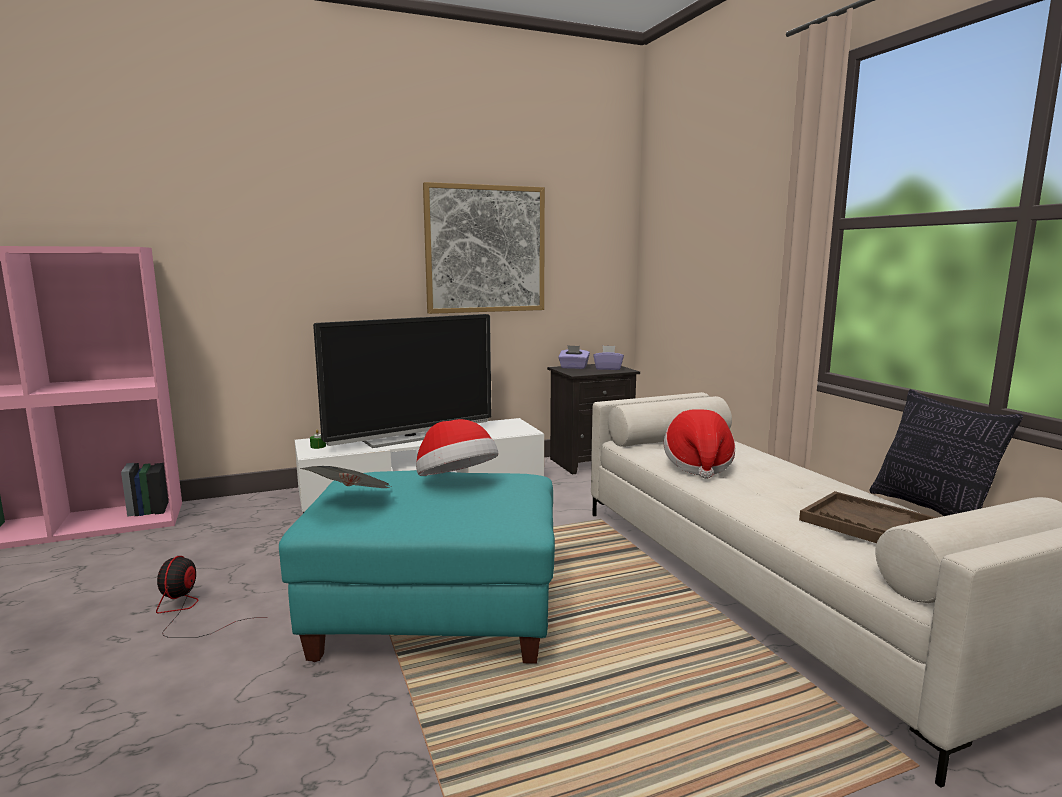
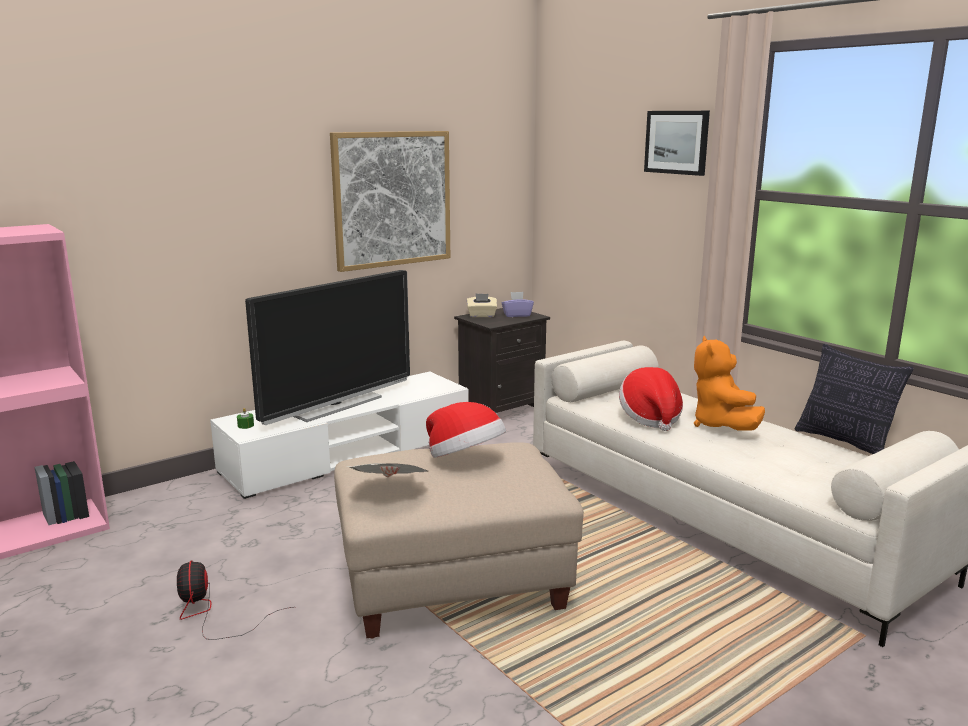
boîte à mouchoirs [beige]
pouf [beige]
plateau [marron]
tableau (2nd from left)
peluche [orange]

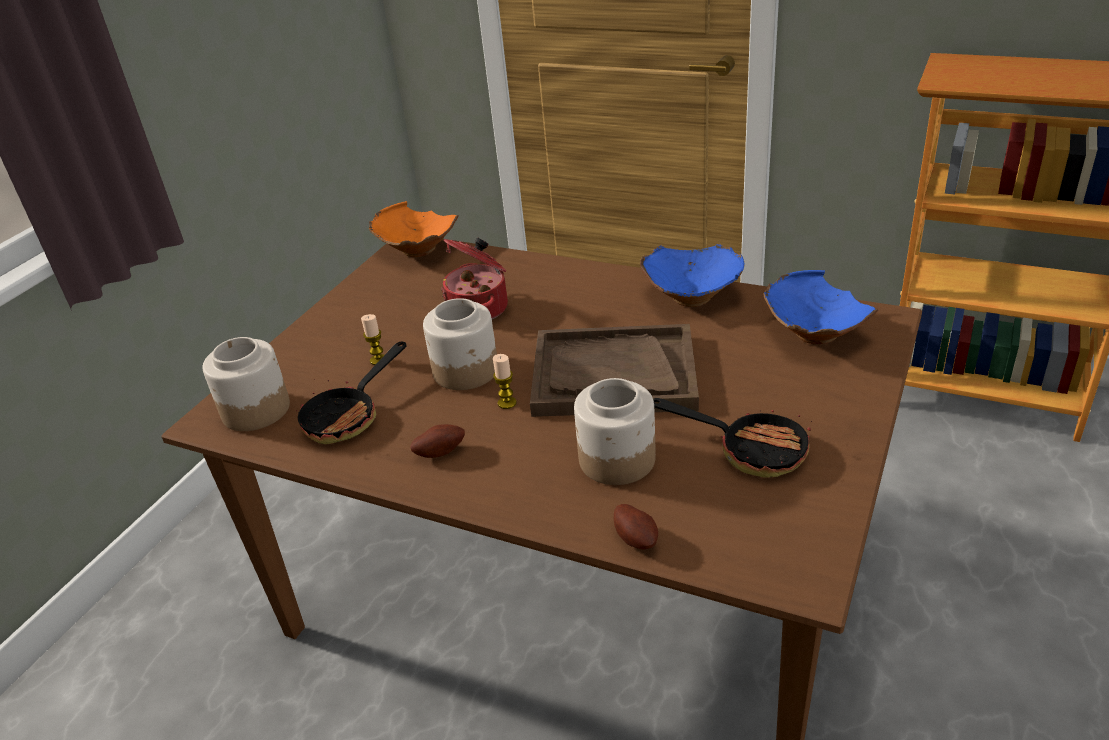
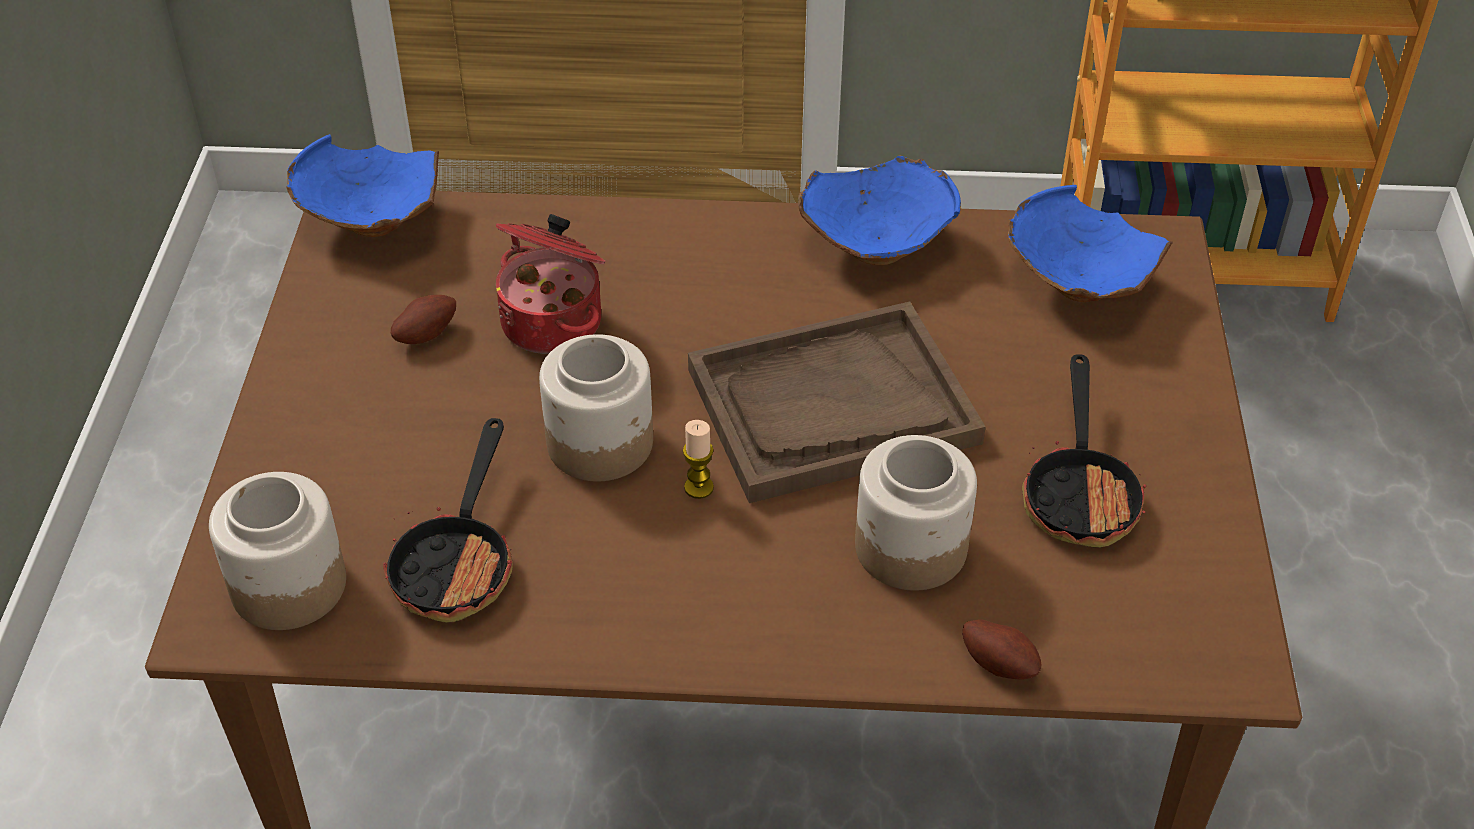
bol [bleu] (1st from left)
bougie (1st from left in the first image)
poêle (2nd from left)
pomme de terre (1st from left)

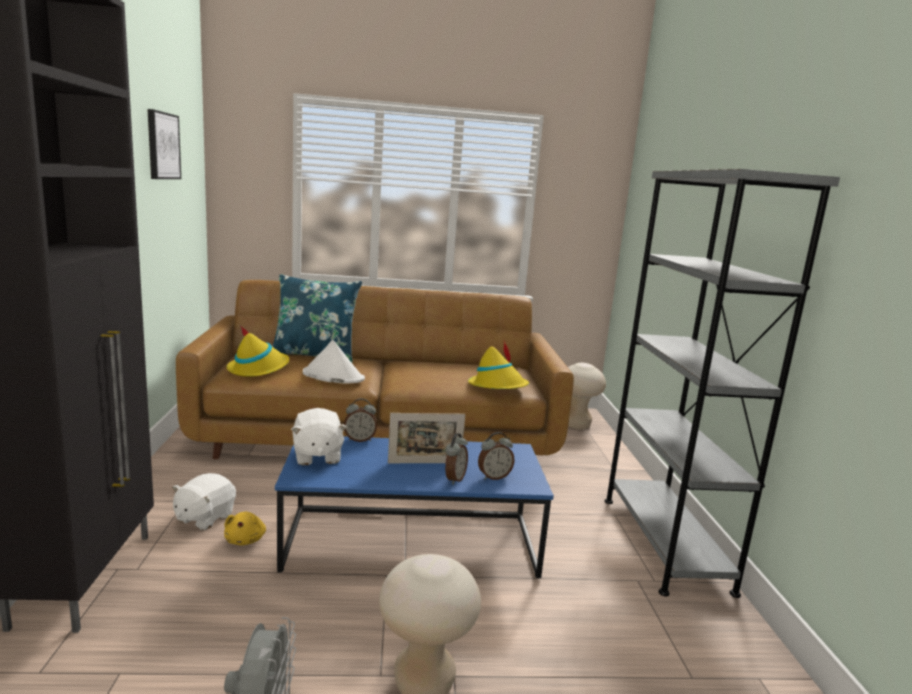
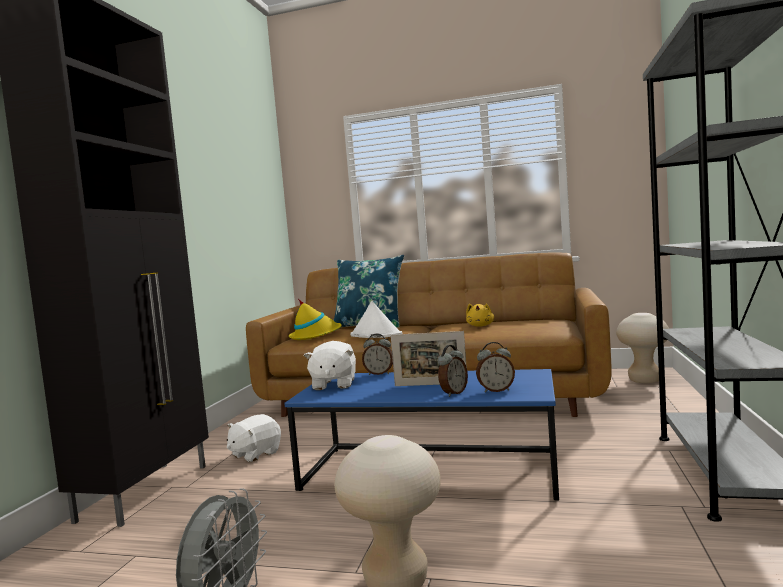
tableau
chapeau [jaune] (2nd from left in the first image)
peluche [jaune]

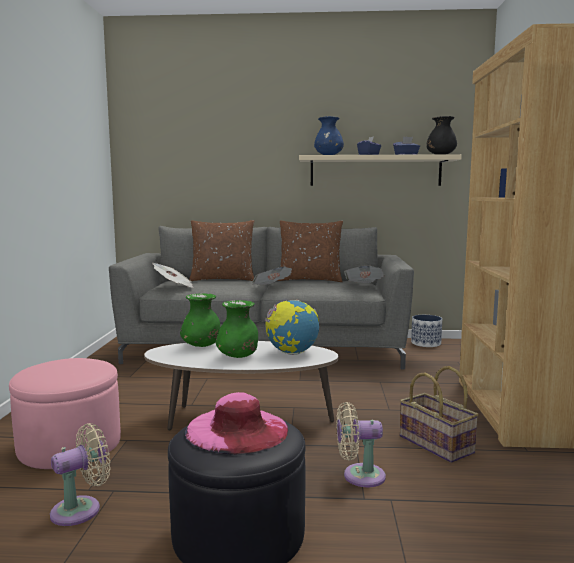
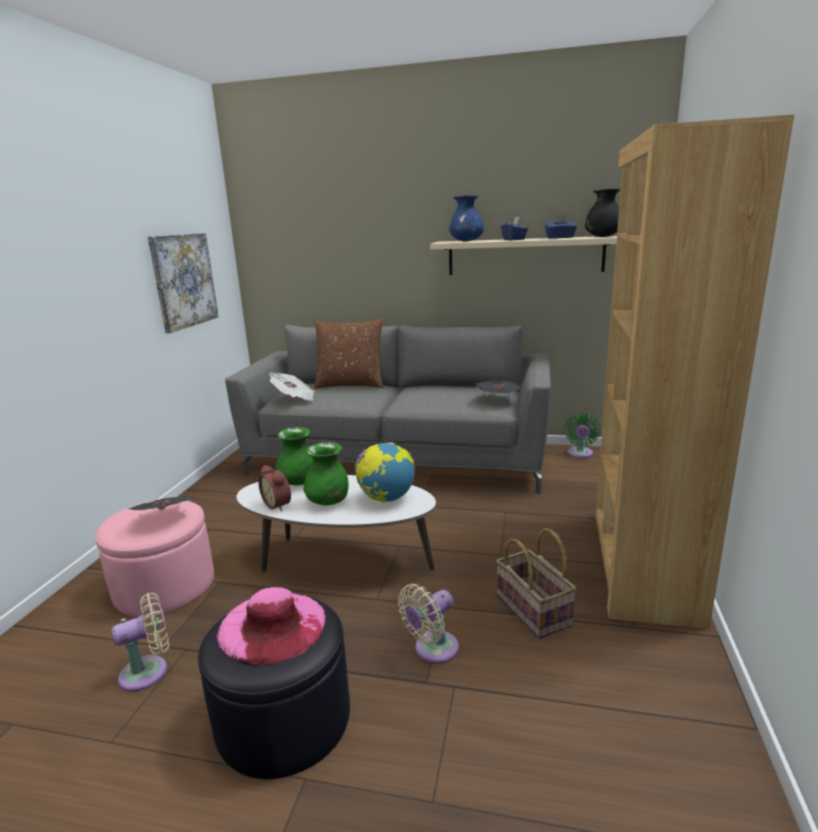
coussin [marron] (2nd from left in the first image)
journal (1st from left)
ventilateur [vert]
ventilateur [beige] (2nd from left)
tableau
réveil

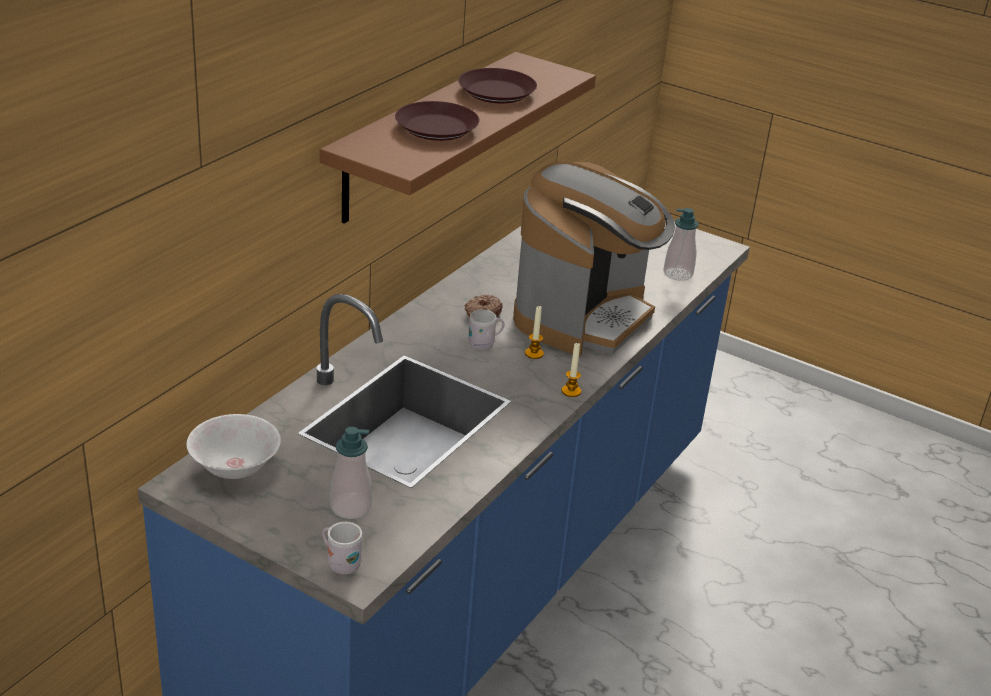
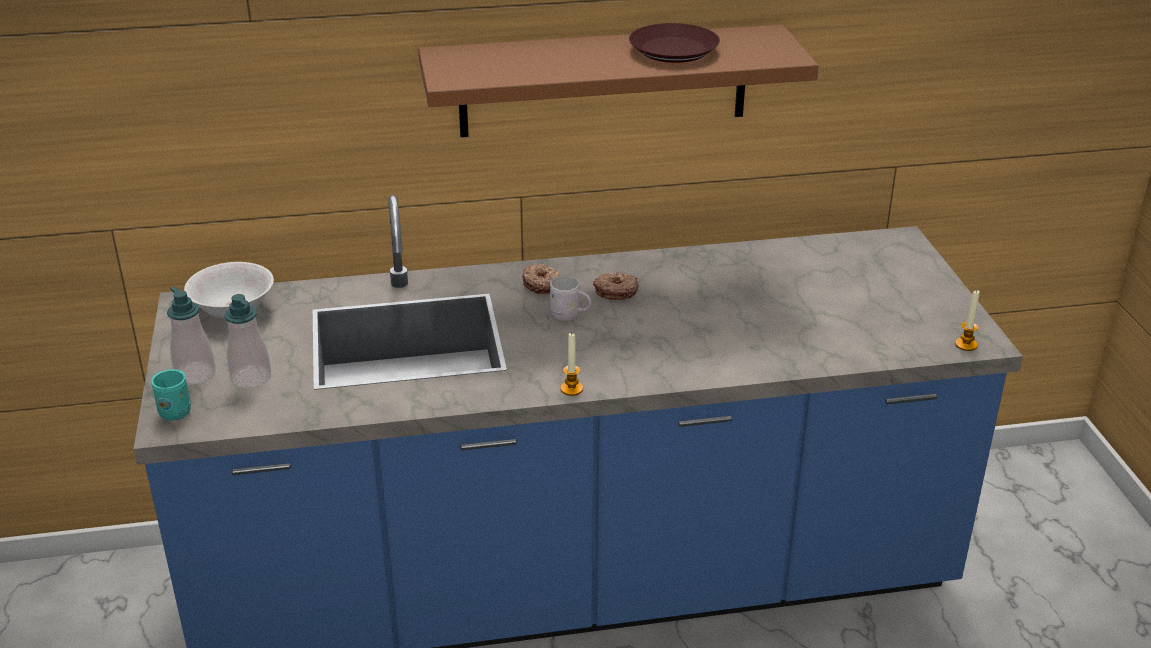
assiette [marron] (1st from left in the first image)
machine à café
distributeur de savon (1st from left)
bougie (2nd from left)
mug [turquoise]
beignet (1st from left)

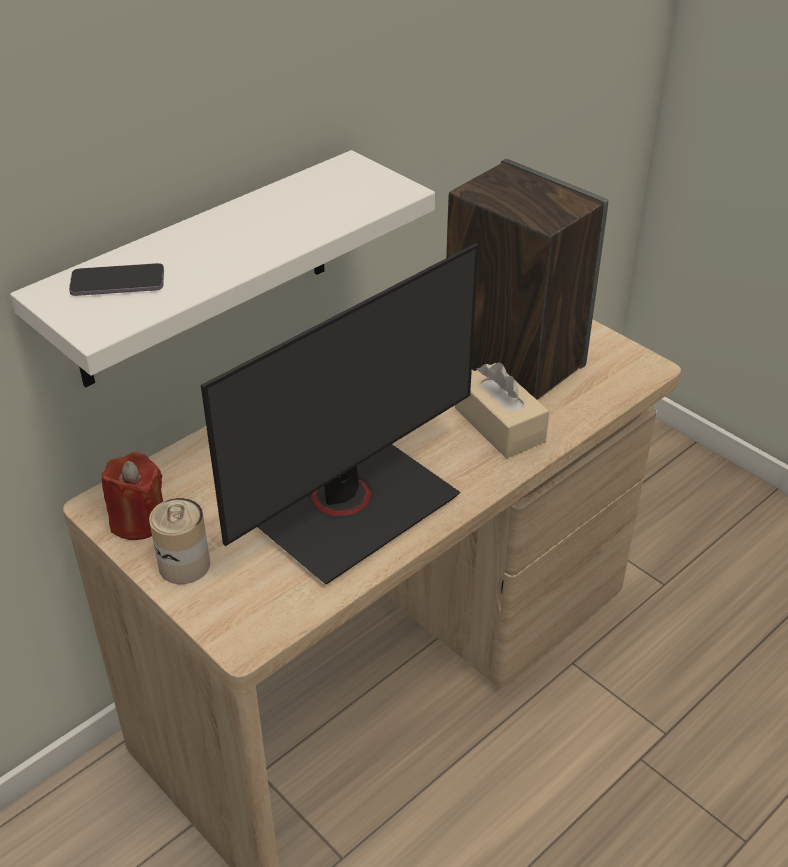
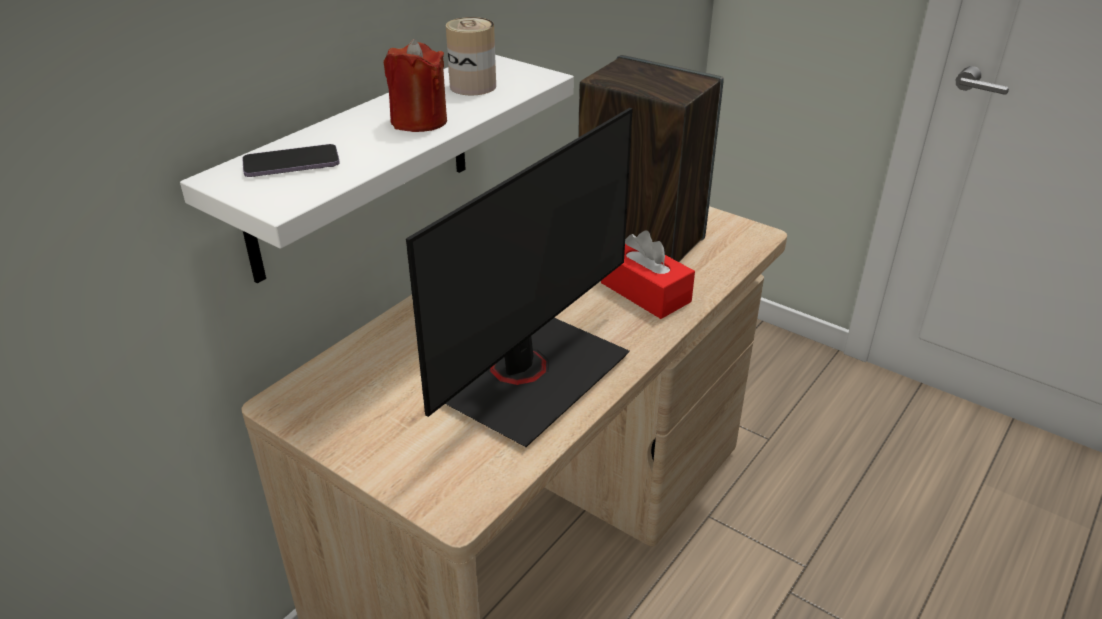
boîte à mouchoirs [rouge]
bougie [rouge]
boîte métallique

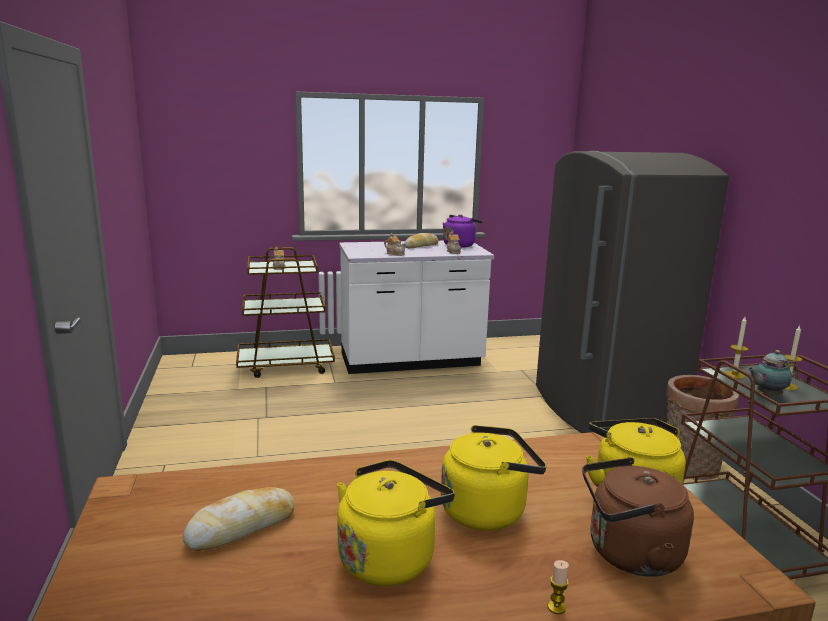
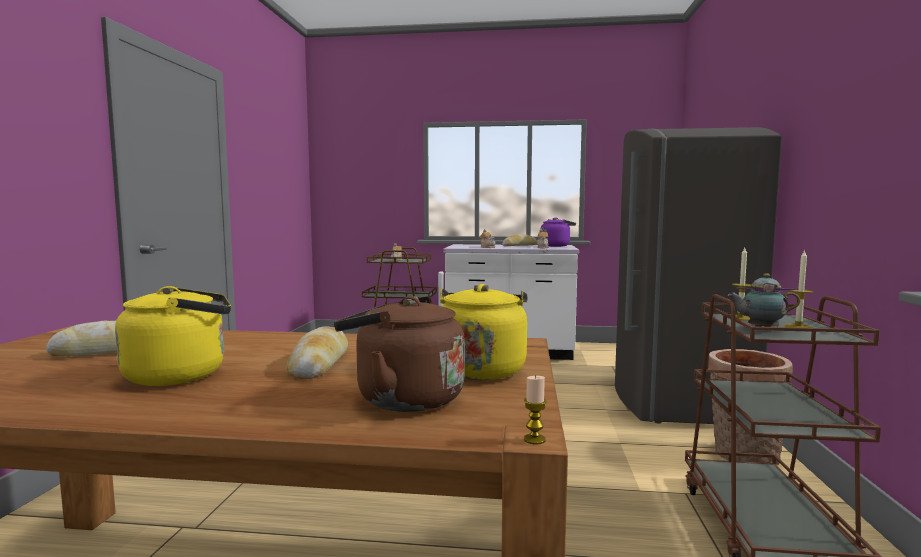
pain (2nd from left)
bougie (1st from left)

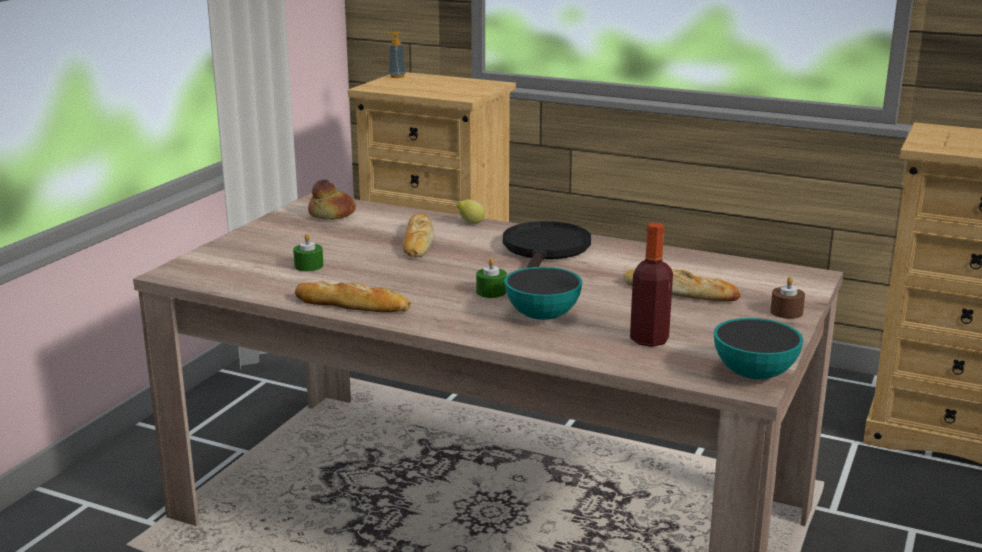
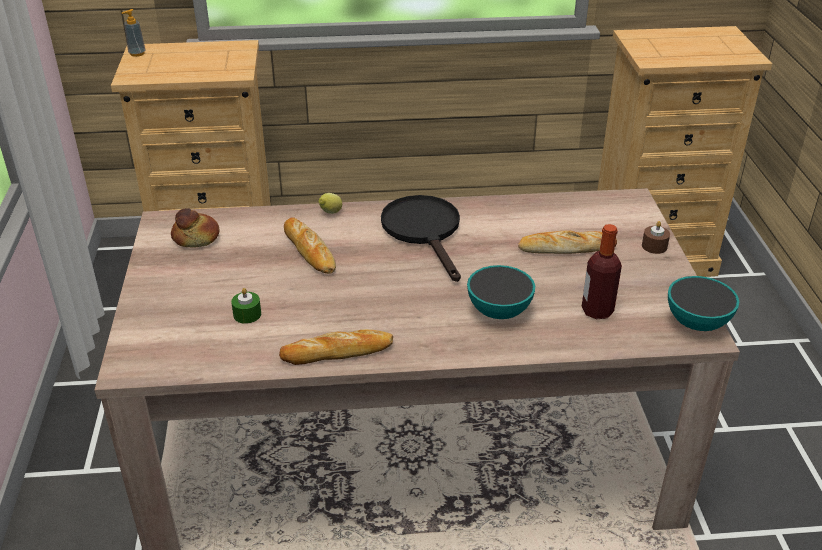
bougie [vert] (2nd from left in the first image)

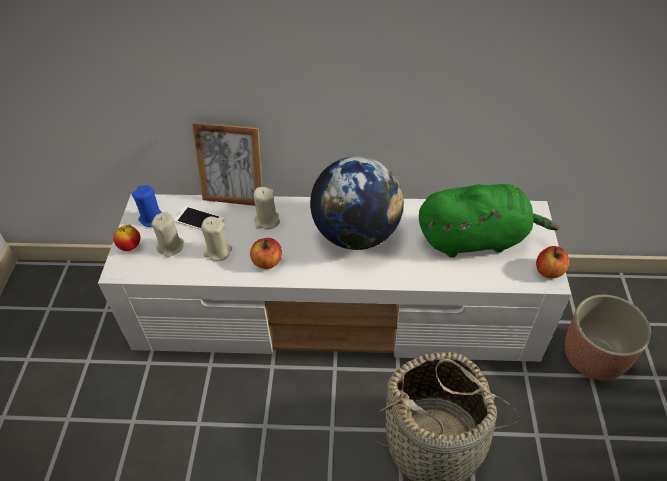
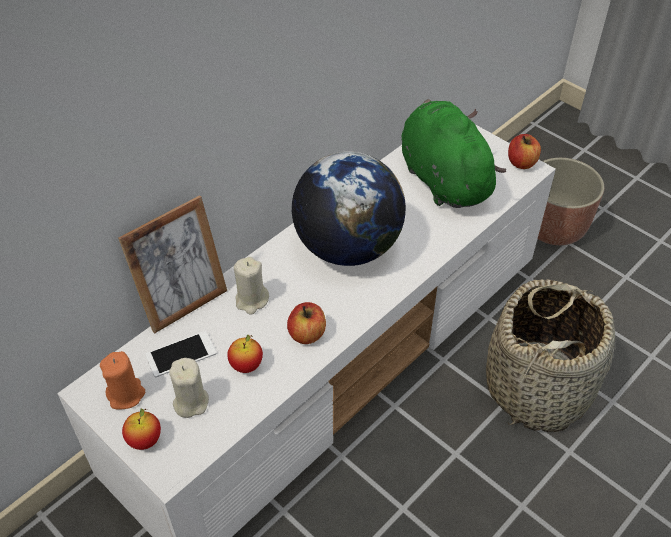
peluche [vert]
bougie [orange]
pomme (2nd from left)

